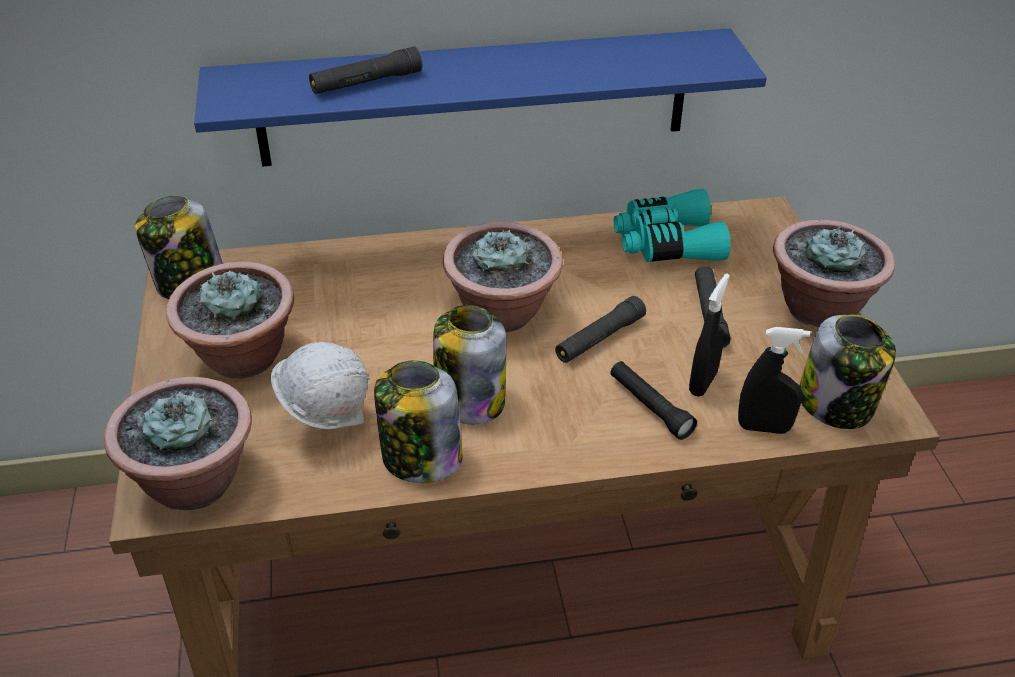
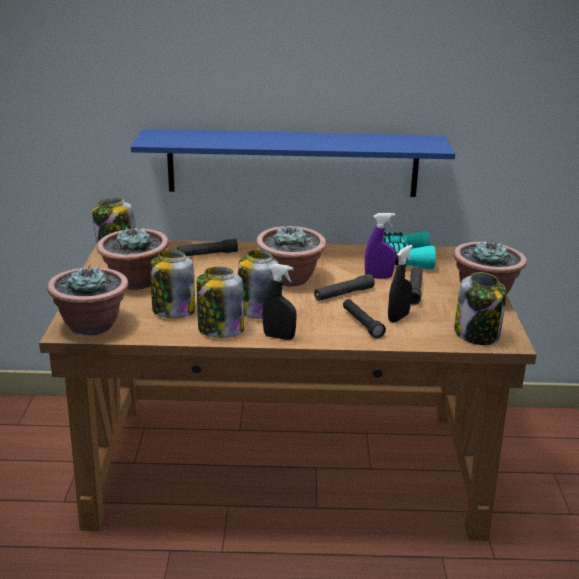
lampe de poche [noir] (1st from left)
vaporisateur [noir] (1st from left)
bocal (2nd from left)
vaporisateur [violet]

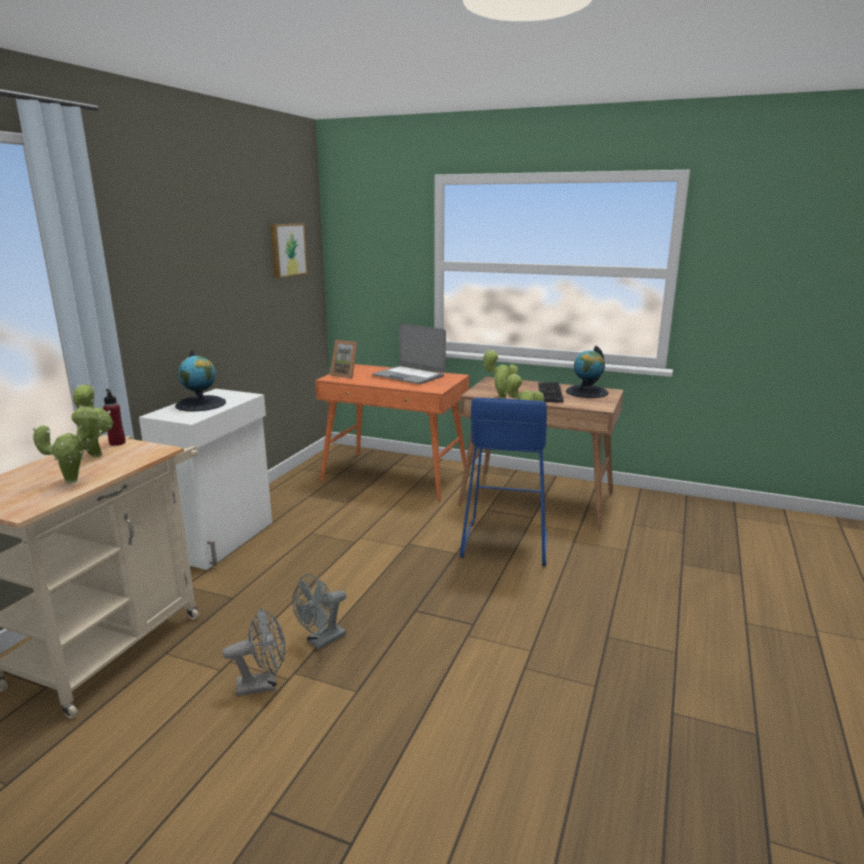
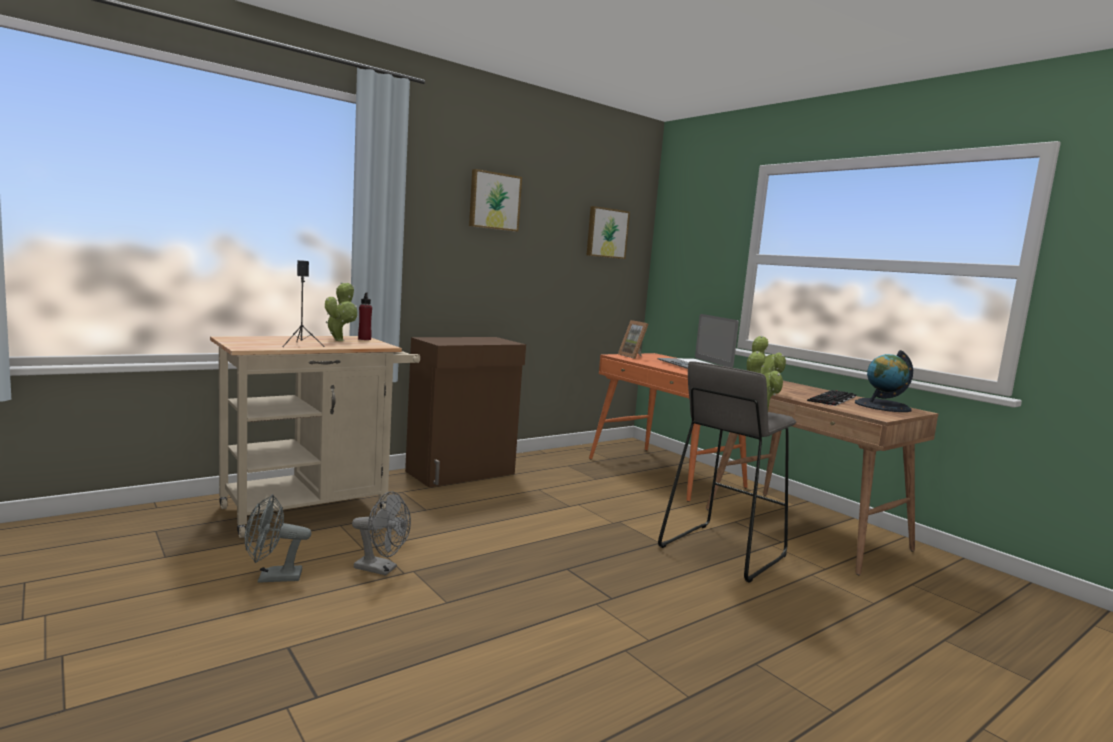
globe (1st from left in the first image)
meuble de rangement [marron]
tabouret [gris]
enceinte [noir]
ventilateur [gris] (1st from left)
tableau (1st from left)

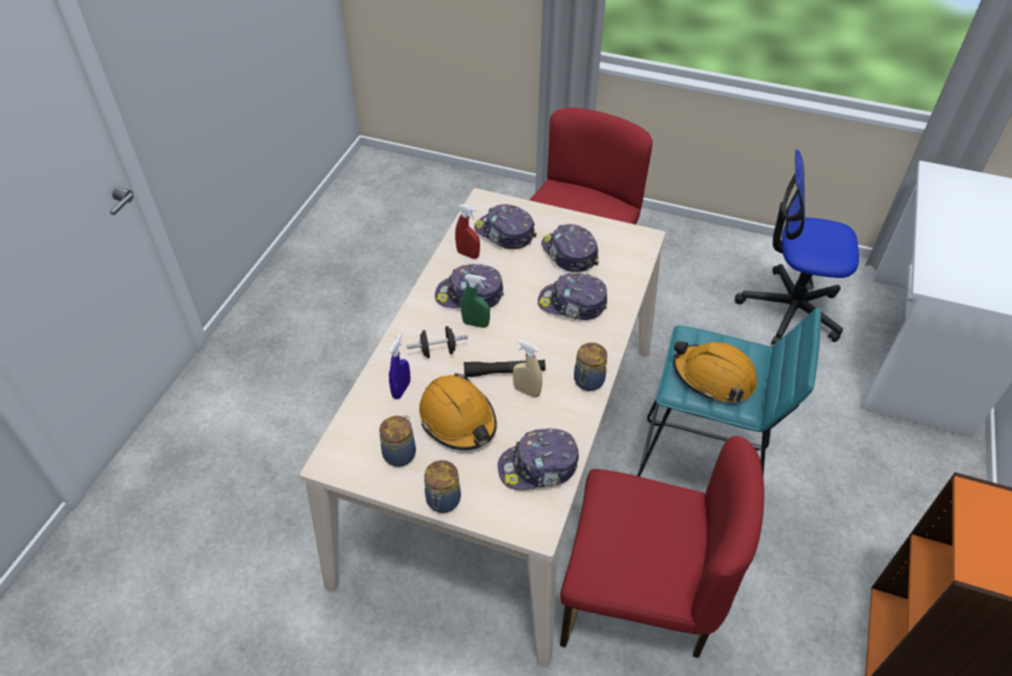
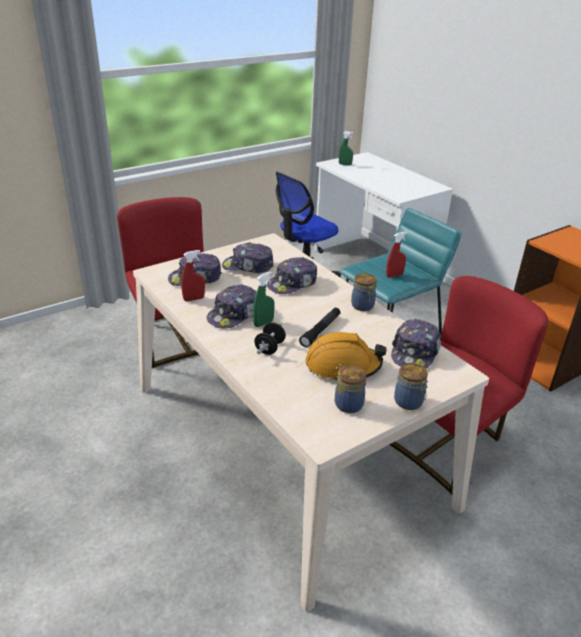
vaporisateur [bleu]
vaporisateur [beige]
vaporisateur [rouge] (2nd from left)
vaporisateur [vert] (2nd from left)

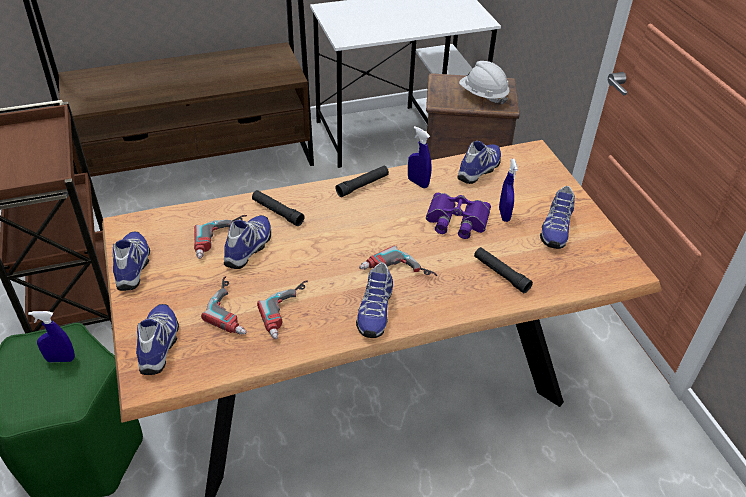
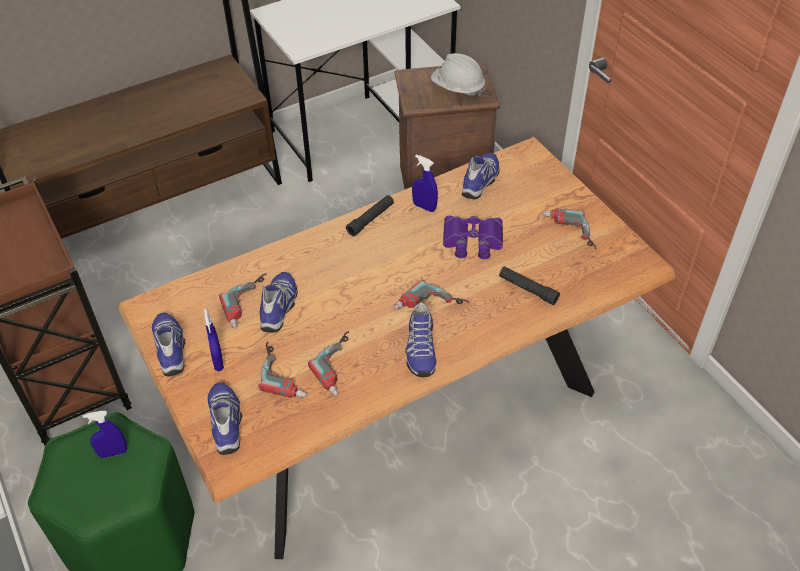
vaporisateur [bleu] (2nd from left)
perceuse (5th from left)
lampe de poche [noir] (1st from left in the first image)

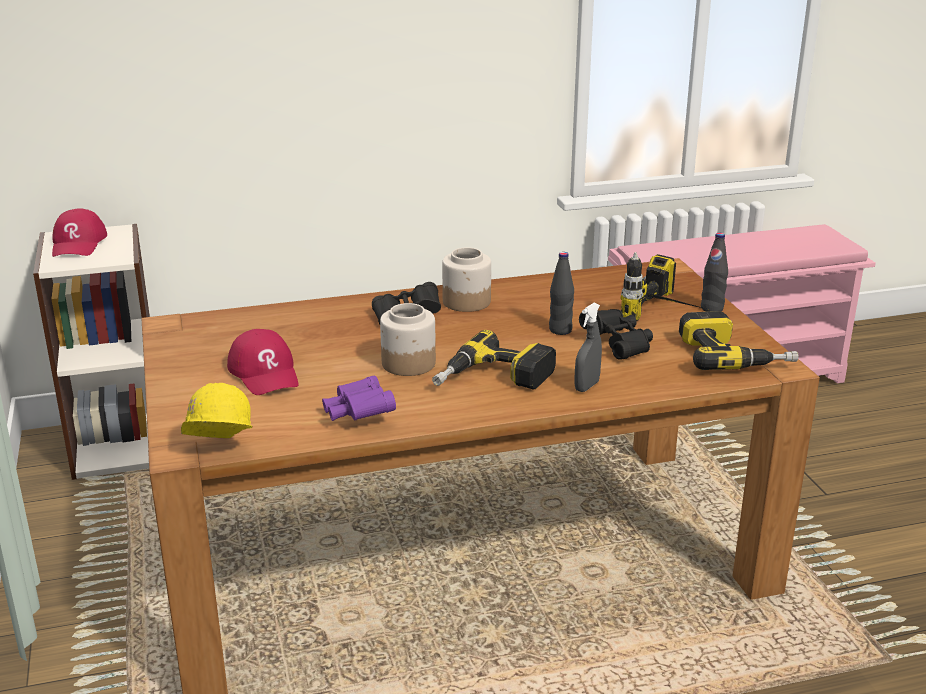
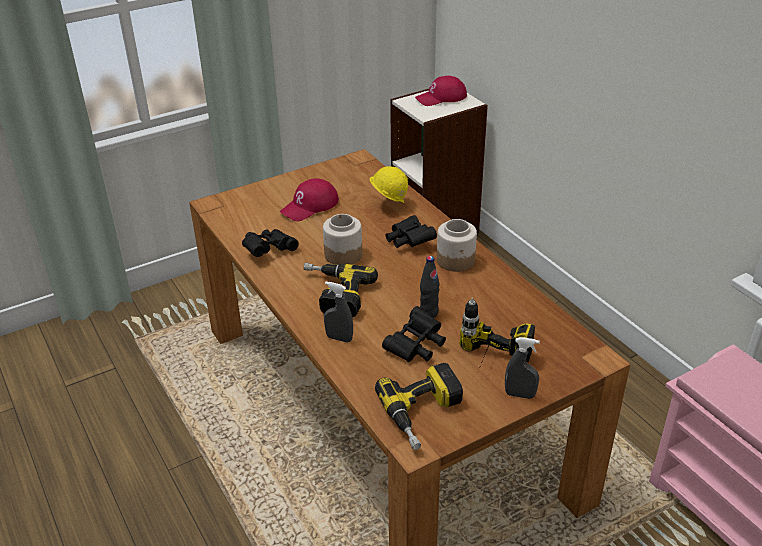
vaporisateur [gris] (2nd from left)
jumelles [noir] (1st from left)
casque de chantier [jaune]

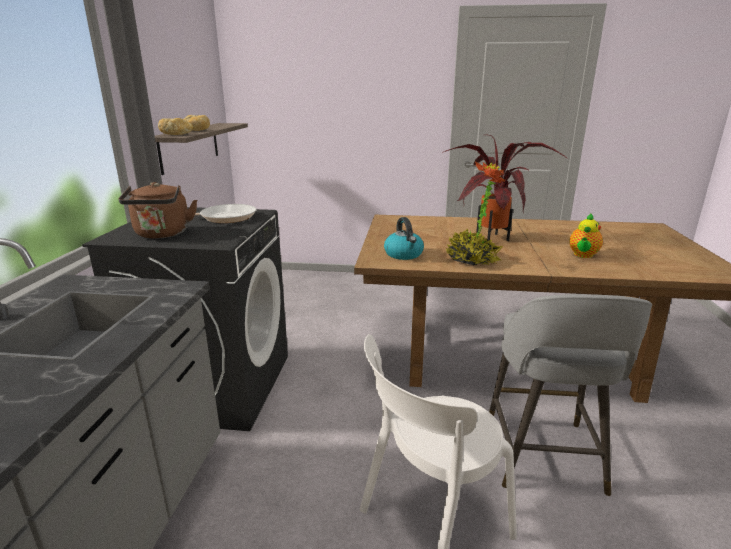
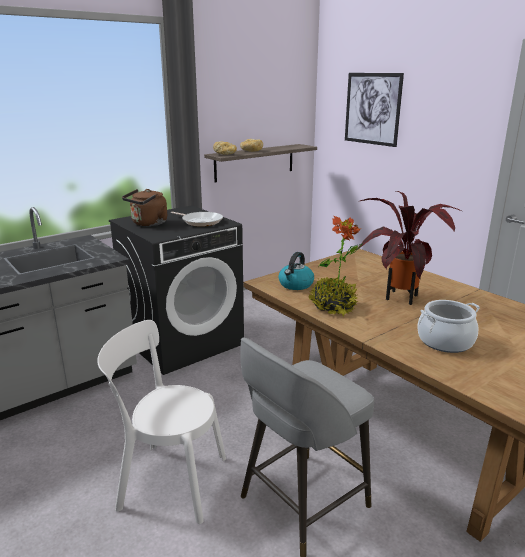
marmite
tableau

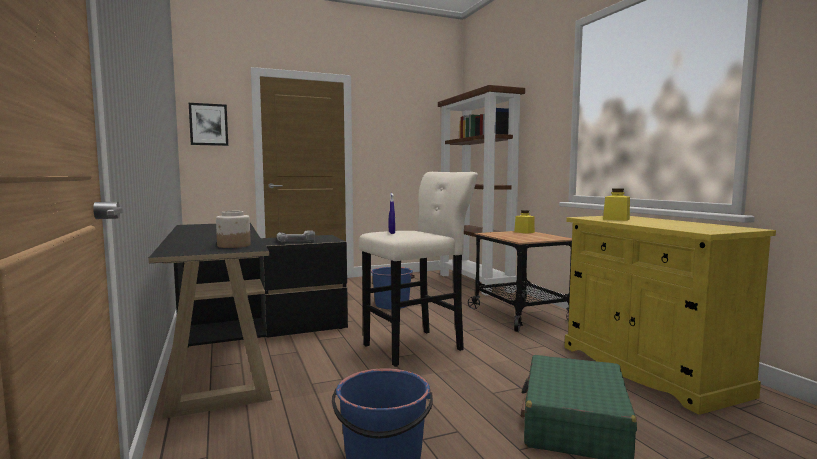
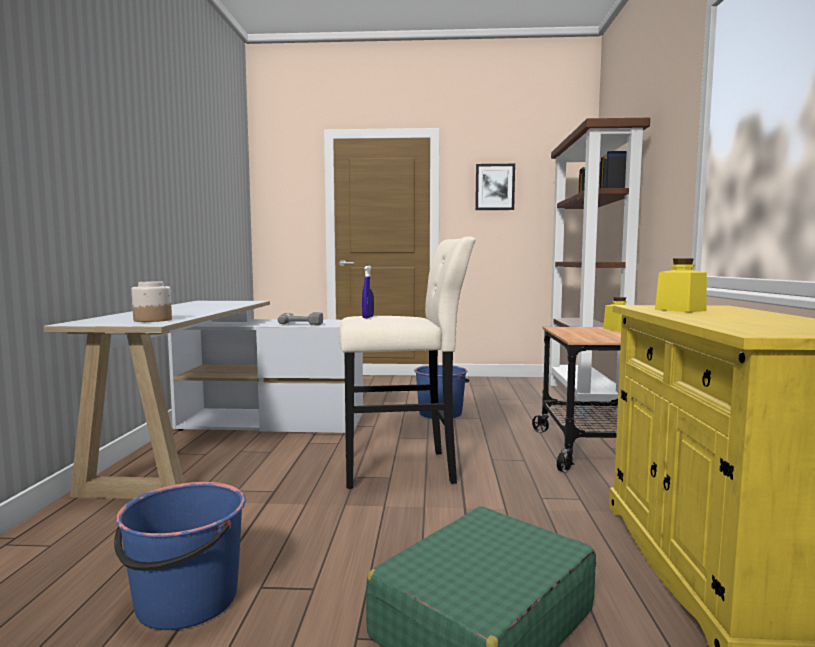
tableau
bureau [blanc]

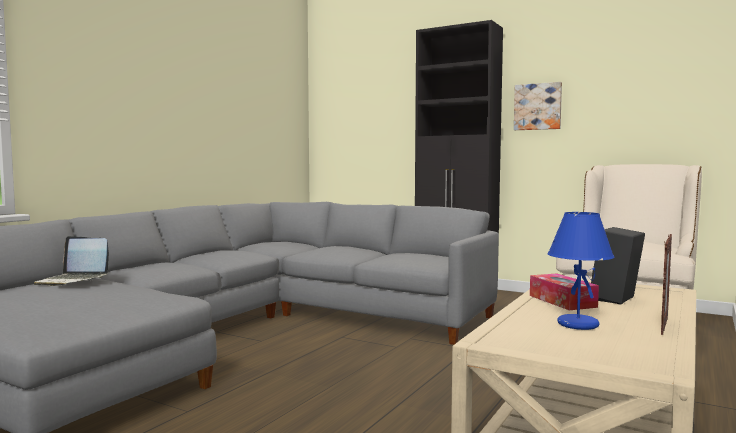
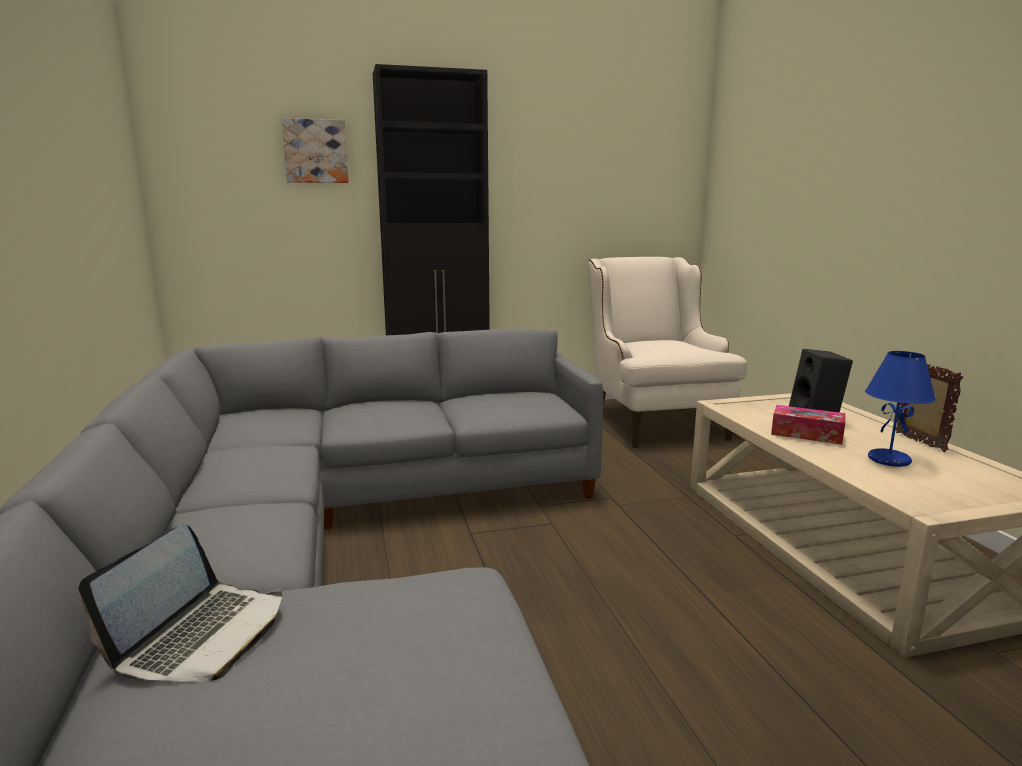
tableau
ordinateur portable

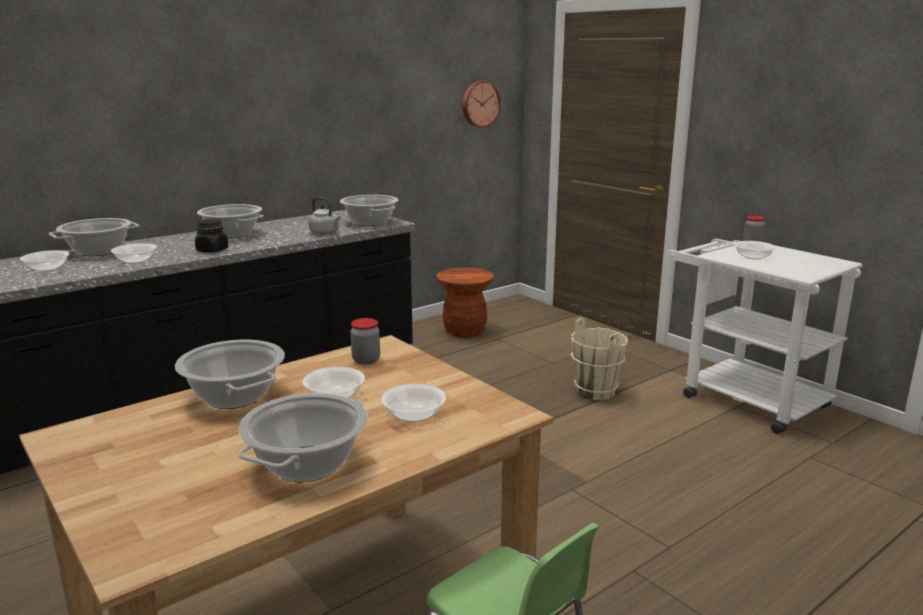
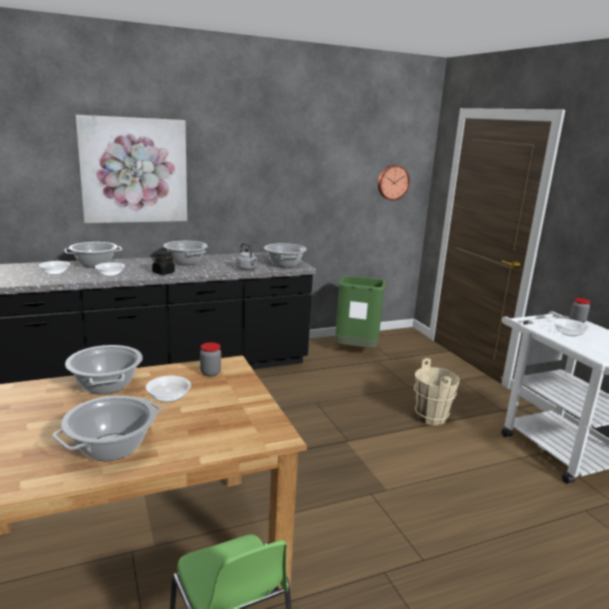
poubelle [vert]
bol (4th from left in the first image)
tableau

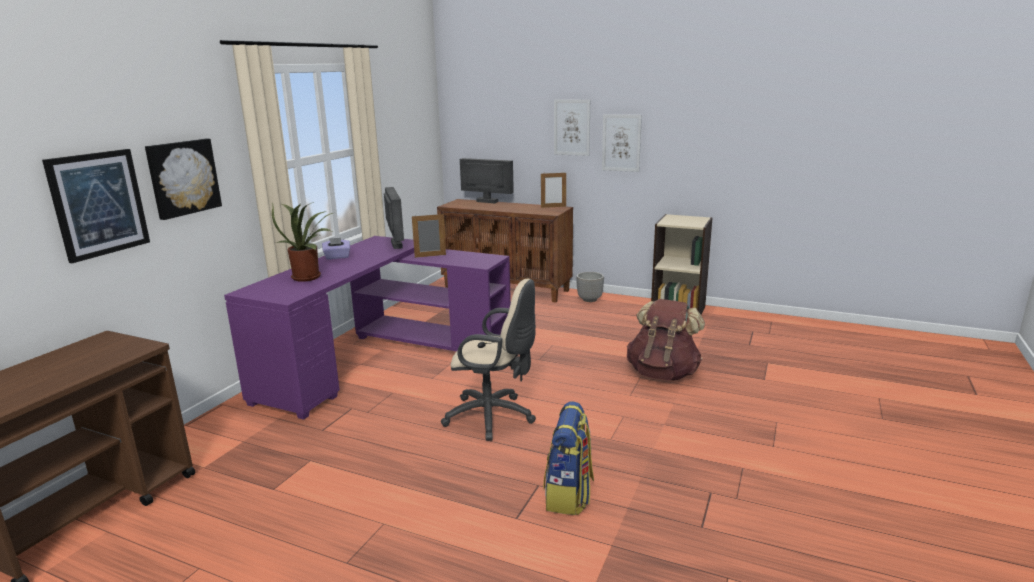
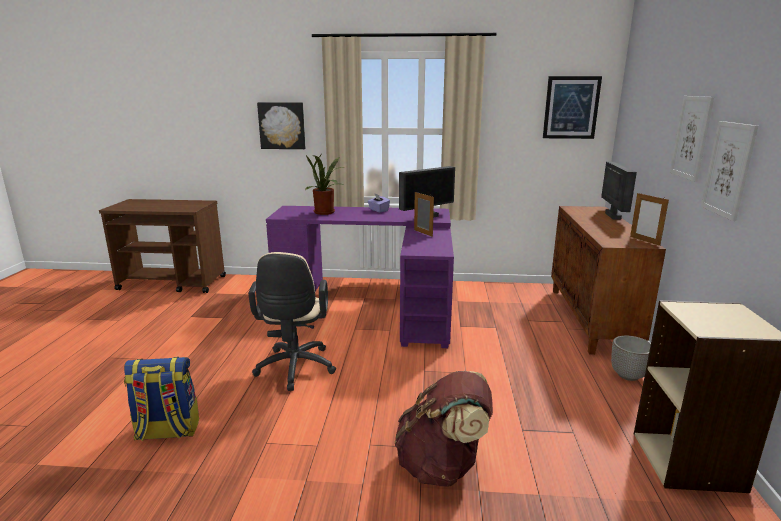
tableau (2nd from left)

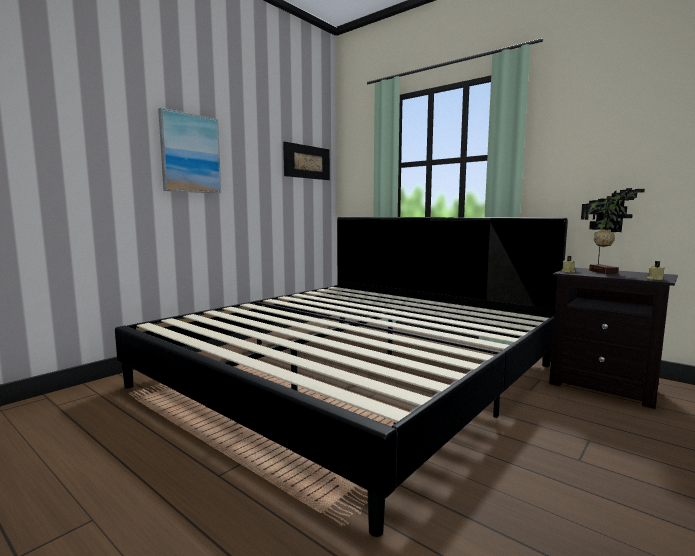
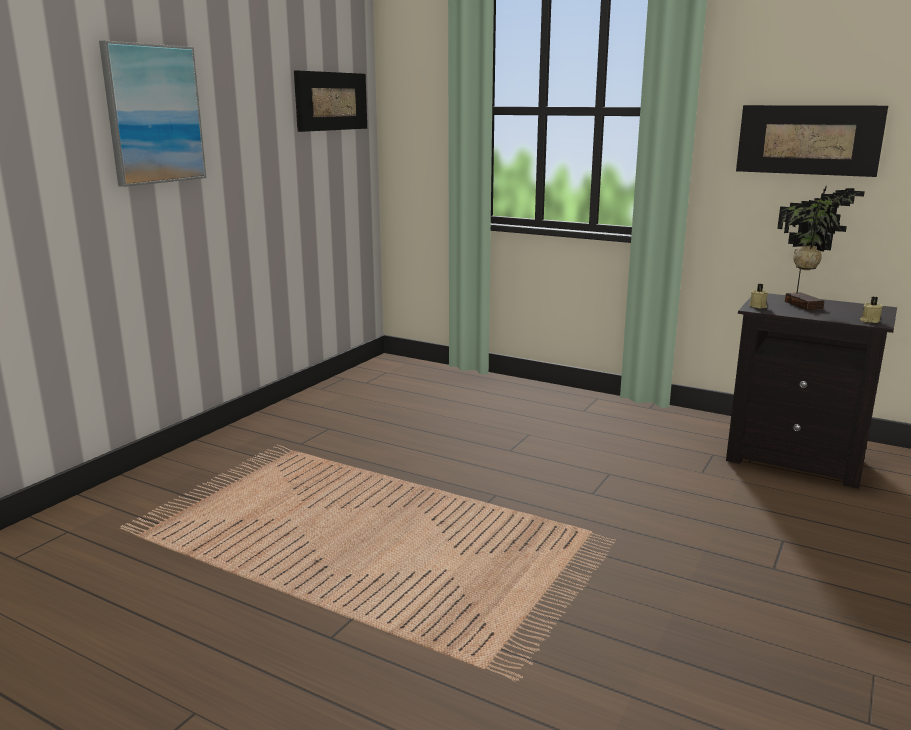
lit
tableau (3rd from left)

